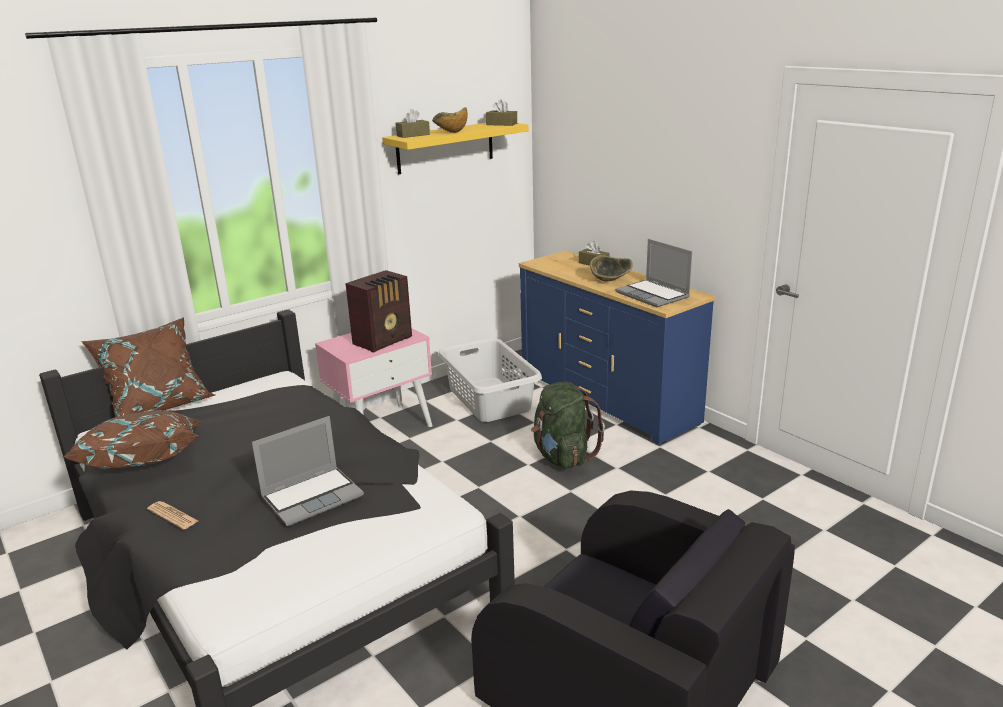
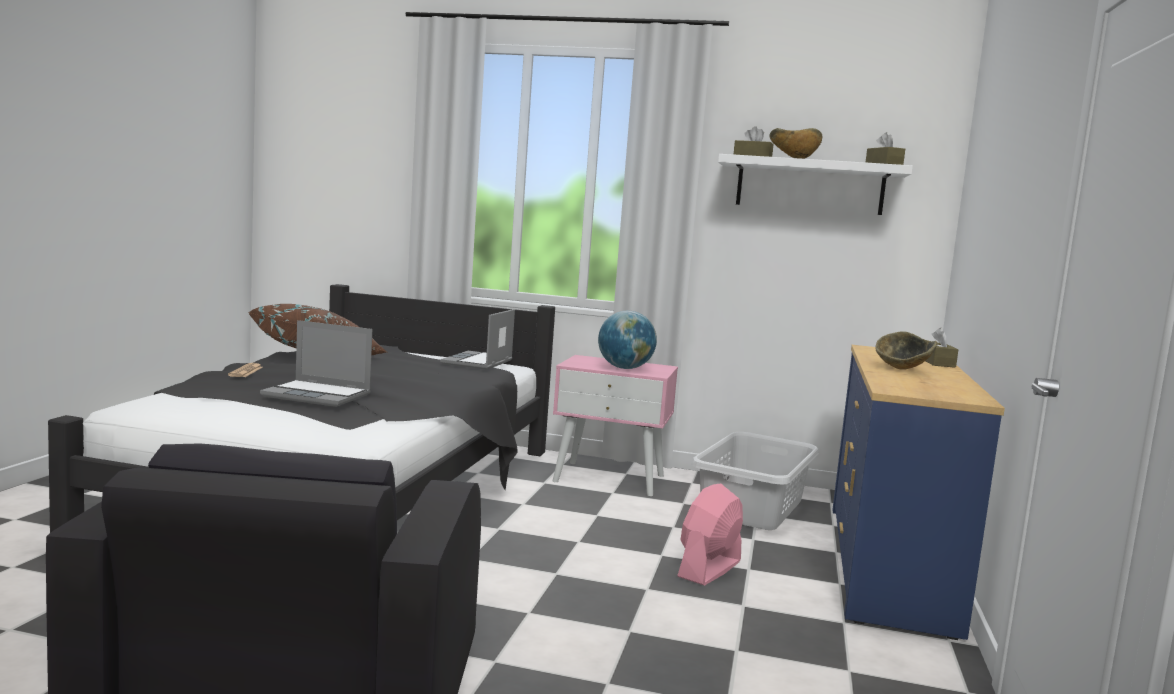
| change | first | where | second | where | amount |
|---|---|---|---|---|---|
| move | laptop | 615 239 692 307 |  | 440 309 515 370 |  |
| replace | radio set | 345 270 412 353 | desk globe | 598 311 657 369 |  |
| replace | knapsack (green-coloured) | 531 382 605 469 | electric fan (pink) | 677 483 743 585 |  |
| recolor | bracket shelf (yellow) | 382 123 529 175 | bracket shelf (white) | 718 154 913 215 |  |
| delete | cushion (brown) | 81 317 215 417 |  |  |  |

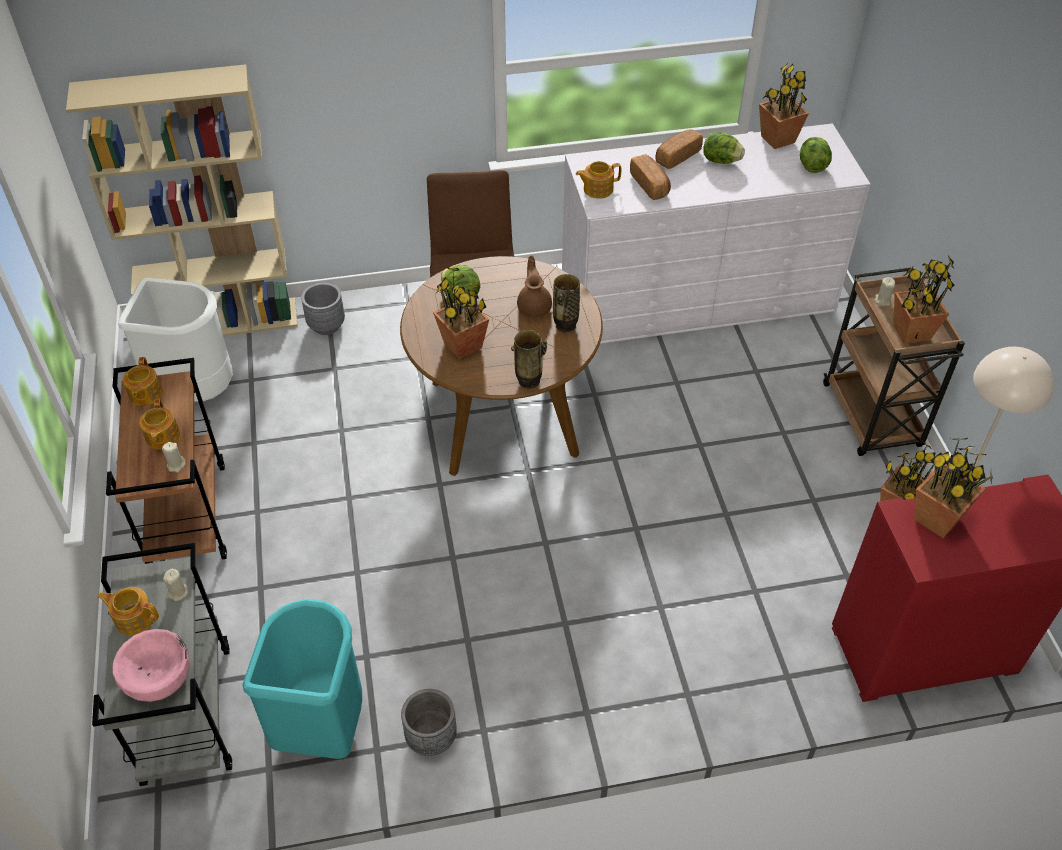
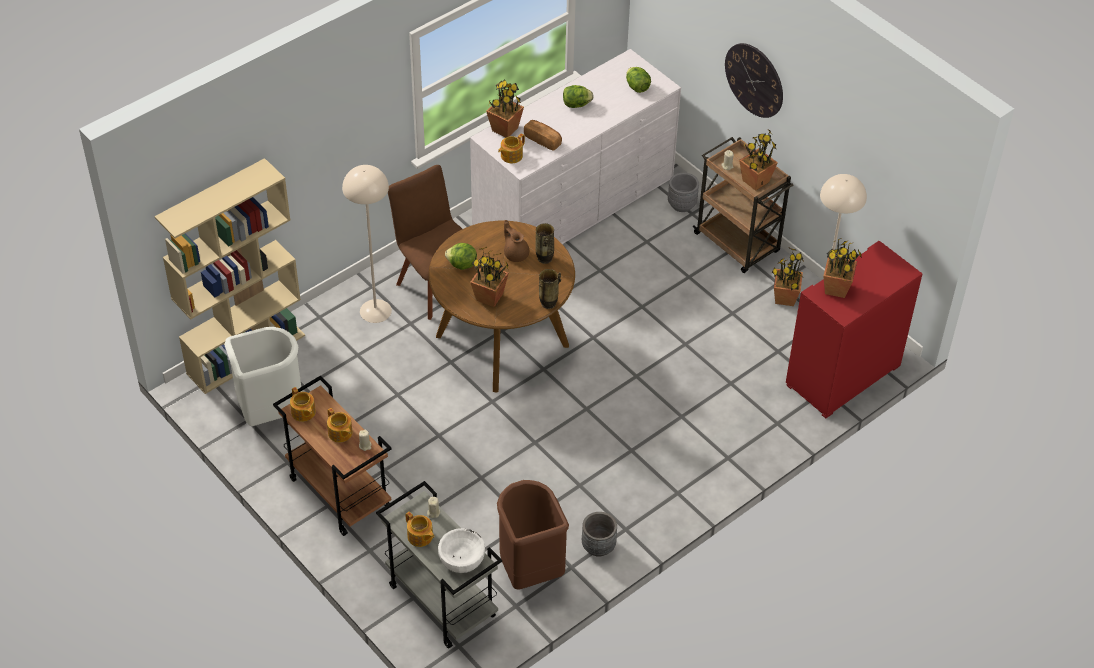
| change | first | where | second | where | amount |
|---|---|---|---|---|---|
| insert |  |  | floor lamp (beige) | 342 165 392 323 |  |
| rotate | teapot | 97 587 159 636 |  | 406 512 434 547 | 120 degrees counterclockwise |
| recolor | serving bowl (pink) | 112 629 190 702 | serving bowl (white) | 438 528 485 573 |  |
| move | houseplant | 759 63 809 149 |  | 486 79 524 138 |  |
| recolor | waste bin (turquoise) | 242 599 362 759 | waste bin (brown) | 497 480 569 590 |  |
| move | flower pot (grey) | 301 283 345 335 |  | 668 173 699 212 |  |
| insert |  |  | wall clock | 725 43 783 118 |  |
| delete | baked bread | 655 129 703 169 |  |  |  |

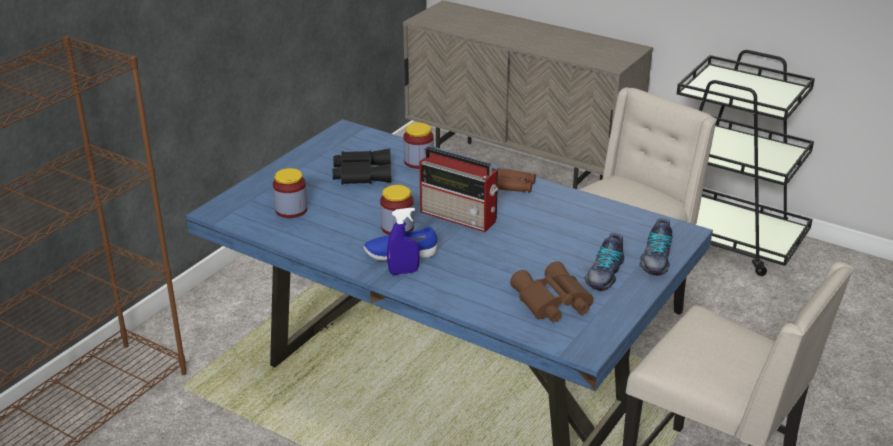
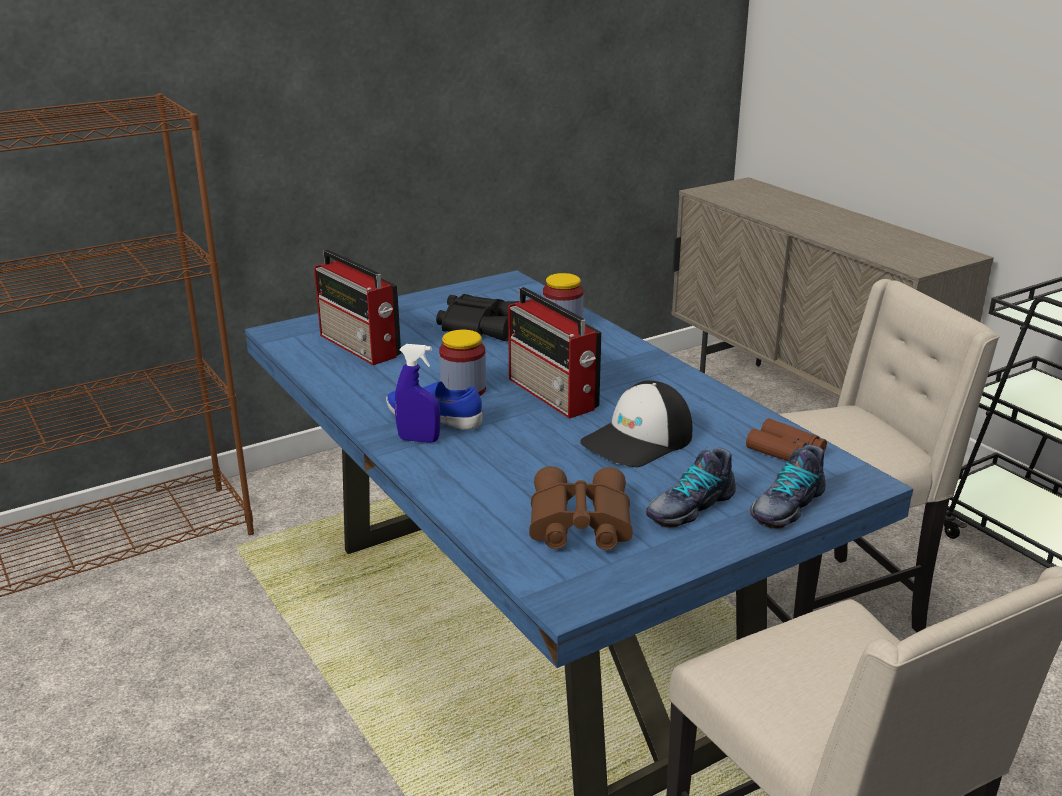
| change | first | where | second | where | amount |
|---|---|---|---|---|---|
| replace | storage jar | 273 168 308 218 | radio set | 314 250 401 365 |  |
| insert |  |  | baseball cap | 580 380 692 467 |  |
| move | field glasses (brown) | 497 168 536 192 |  | 746 418 827 461 |  |

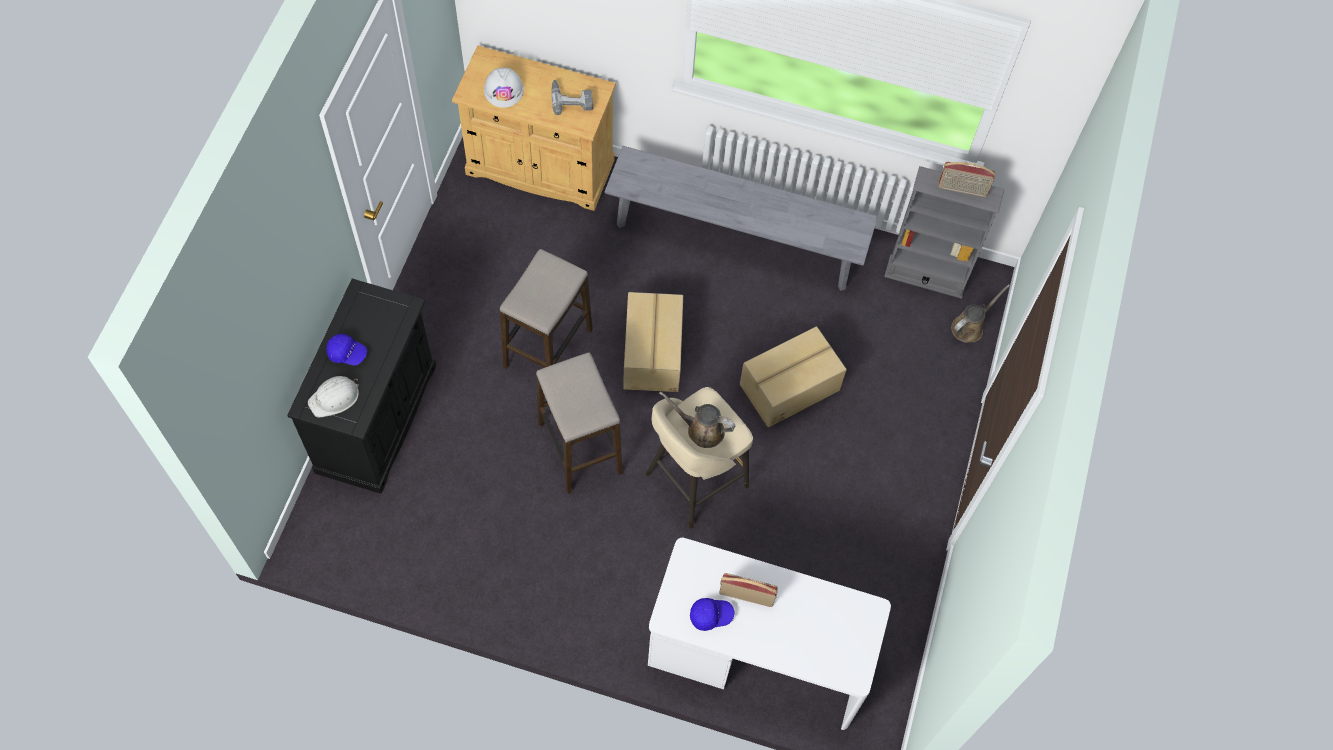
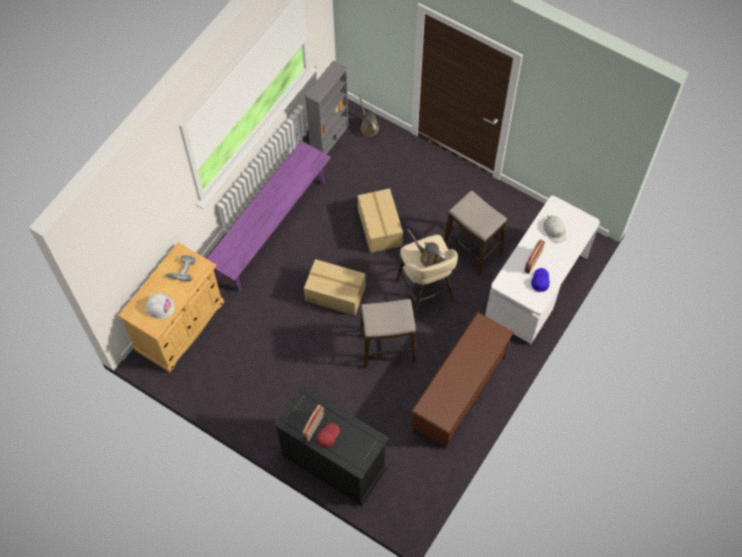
| change | first | where | second | where | amount |
|---|---|---|---|---|---|
| recolor | bench (grey) | 604 146 878 291 | bench (purple) | 206 141 331 292 |  |
| move | radio set | 939 162 995 197 |  | 302 405 324 442 |  |
| recolor | baseball cap (bluish) | 326 334 367 365 | baseball cap (red) | 316 423 340 448 |  |
| rotate | watering can (brown) | 659 391 735 448 |  | 407 229 446 267 | 90 degrees clockwise |
| insert |  |  | shoe stand (brown) | 411 312 514 448 |  |
| move | sitting stool | 500 249 593 369 |  | 444 190 507 277 |  |
| move | work helmet (white) | 308 376 359 418 |  | 543 215 566 243 |  |

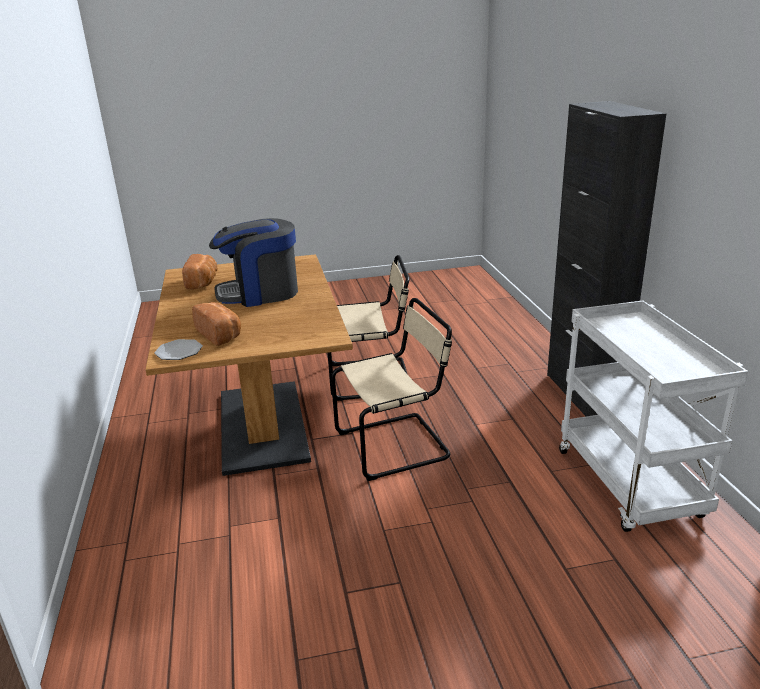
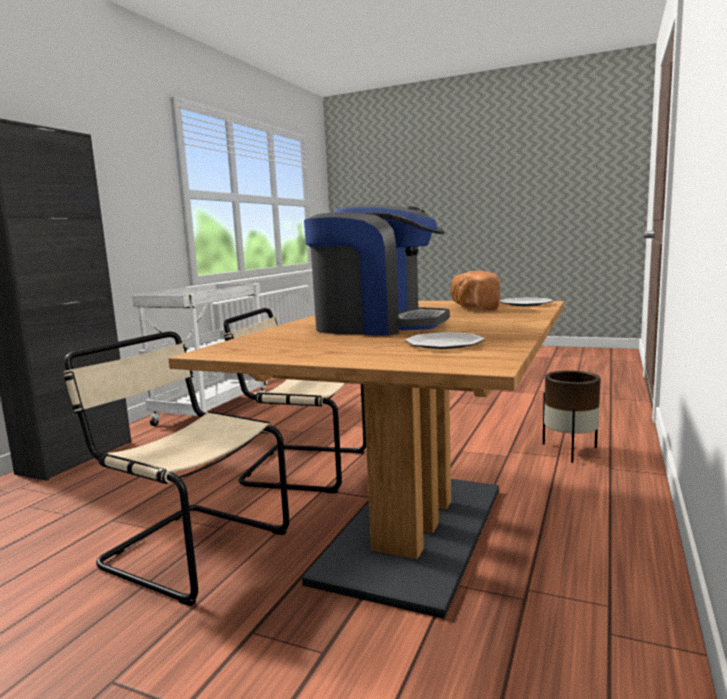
| change | first | where | second | where | amount |
|---|---|---|---|---|---|
| replace | baked bread | 182 254 217 289 | plate | 405 332 485 349 |  |
| insert |  |  | flower pot (brown) | 543 370 601 463 |  |

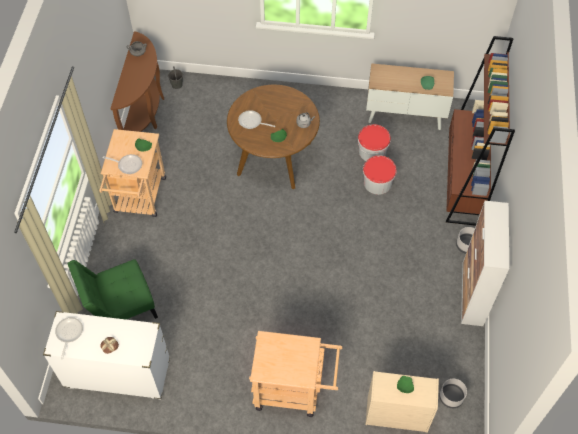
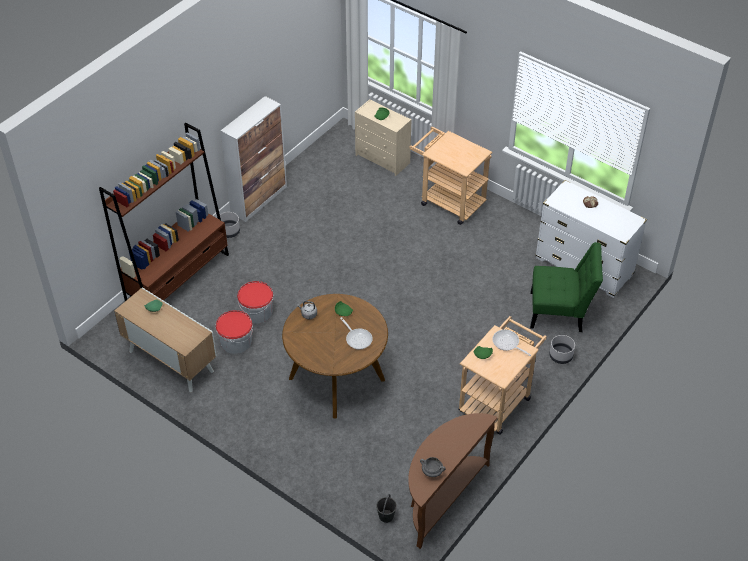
| change | first | where | second | where | amount |
|---|---|---|---|---|---|
| move | flower pot (grey) | 439 379 467 408 |  | 549 335 575 364 |  |
| delete | frying pan | 55 317 83 359 |  |  |  |

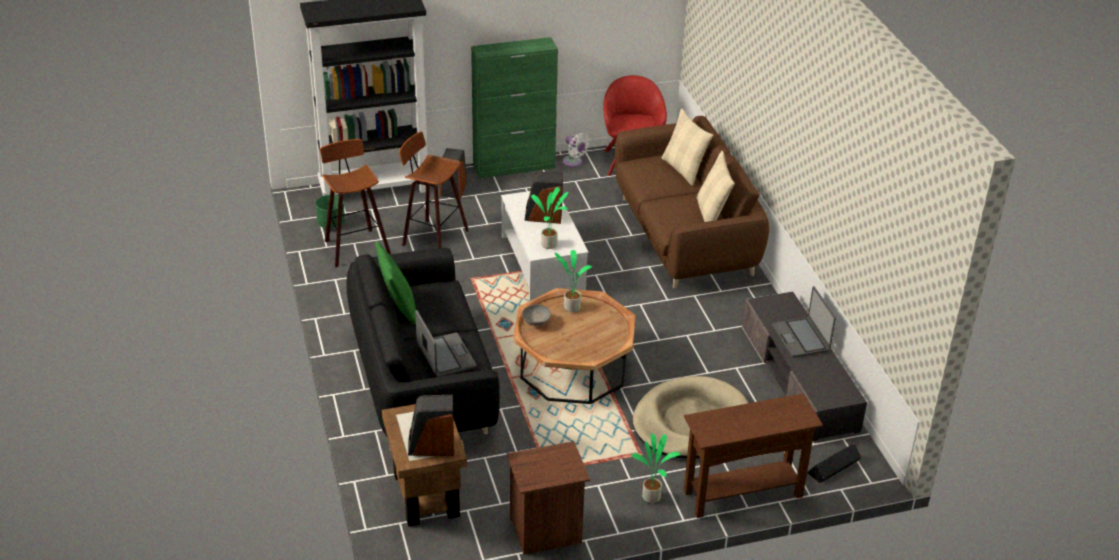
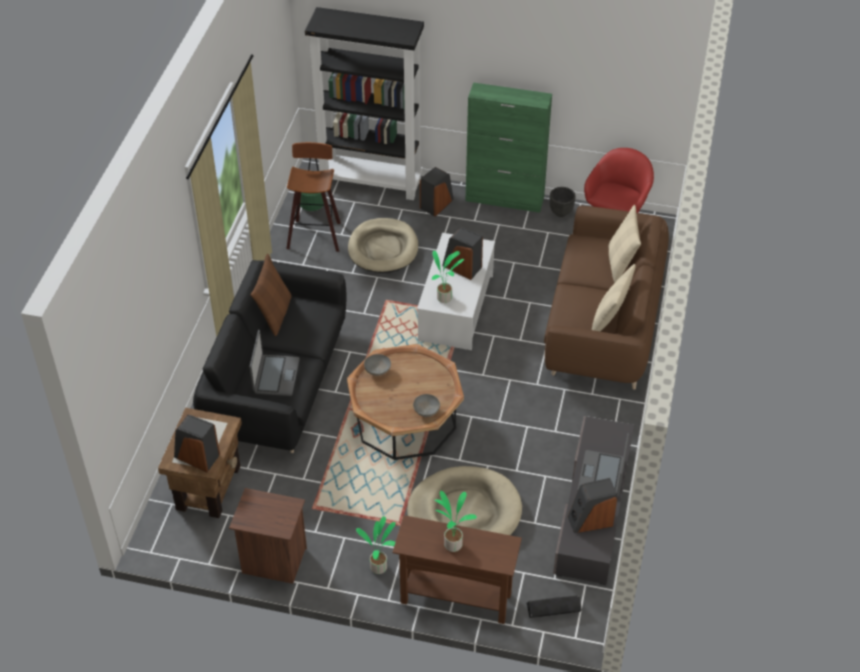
| change | first | where | second | where | amount |
|---|---|---|---|---|---|
| recolor | cushion (green-coloured) | 375 241 416 324 | cushion (brown) | 250 254 292 336 |  |
| replace | sitting stool | 399 131 469 248 | dog bed (beige) | 348 218 418 273 |  |
| insert |  |  | serving bowl (grey) | 413 394 440 418 |  |
| move | houseplant | 555 250 592 312 |  | 434 491 477 552 |  |
| replace | electric fan (white) | 563 133 590 167 | flower pot (blackish) | 550 187 576 217 |  |
| insert |  |  | speaker | 568 478 617 533 |  |

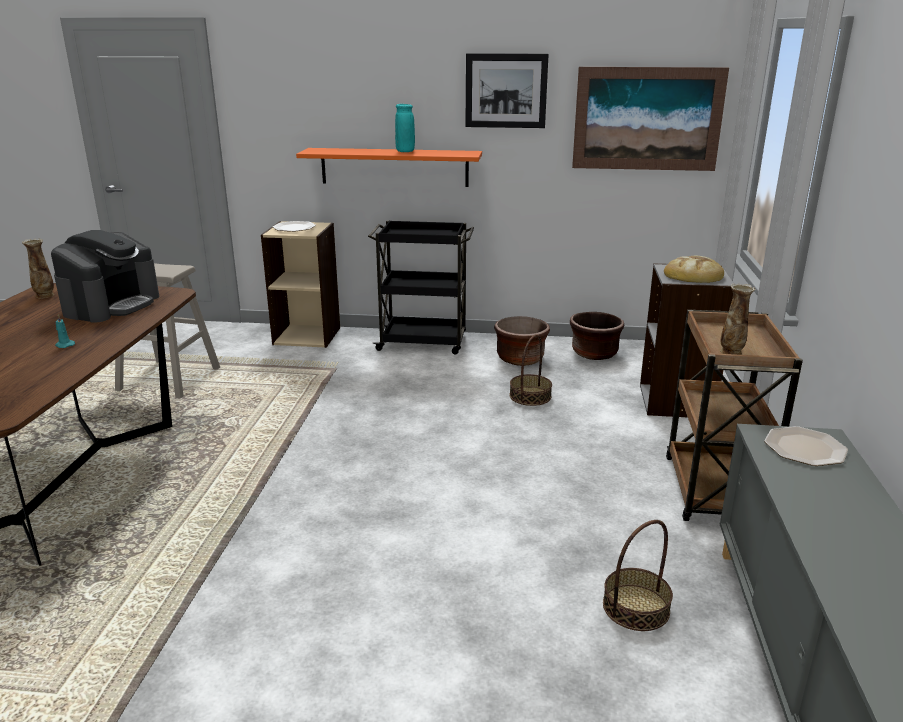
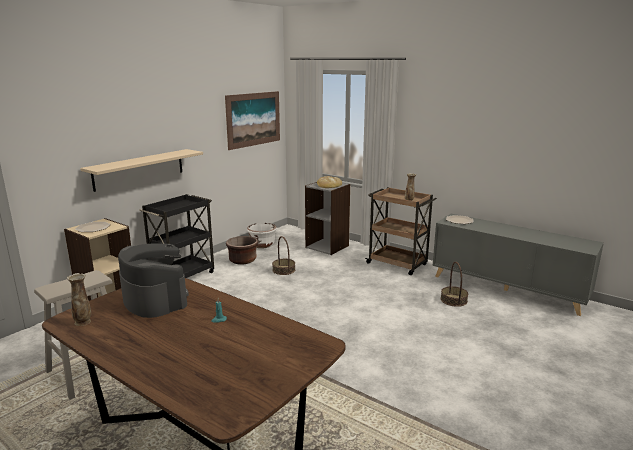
| change | first | where | second | where | amount |
|---|---|---|---|---|---|
| recolor | bracket shelf (orange) | 296 148 482 187 | bracket shelf (beige) | 80 149 203 192 |  |
| recolor | flower pot (brown) | 570 312 624 360 | flower pot (white) | 247 223 277 249 |  |
| delete | flower vase (turquoise) | 395 104 415 152 |  |  |  |
| delete | wall art | 465 53 549 128 |  |  |  |

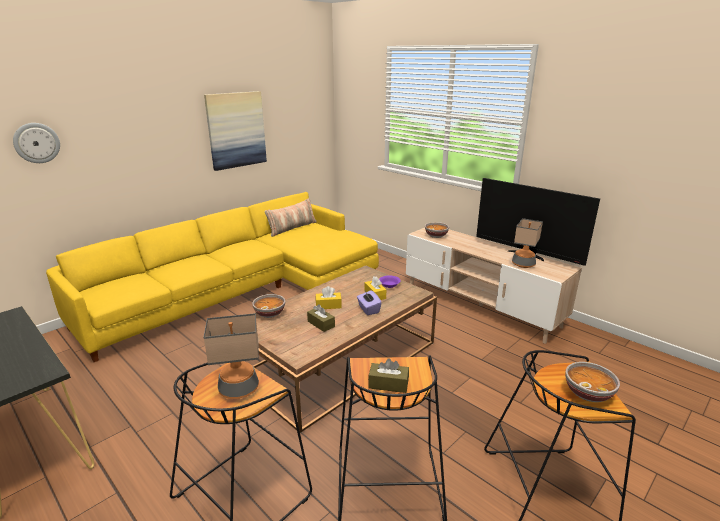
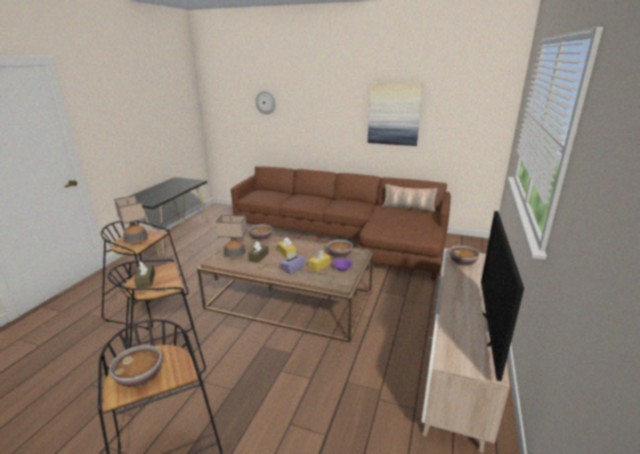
| change | first | where | second | where | amount |
|---|---|---|---|---|---|
| move | table lamp | 512 218 543 268 |  | 216 215 247 258 |  |
| recolor | settee (yellow) | 46 192 379 362 | settee (brown) | 231 166 451 280 |  |
| insert |  |  | serving bowl | 327 239 353 258 |  |

